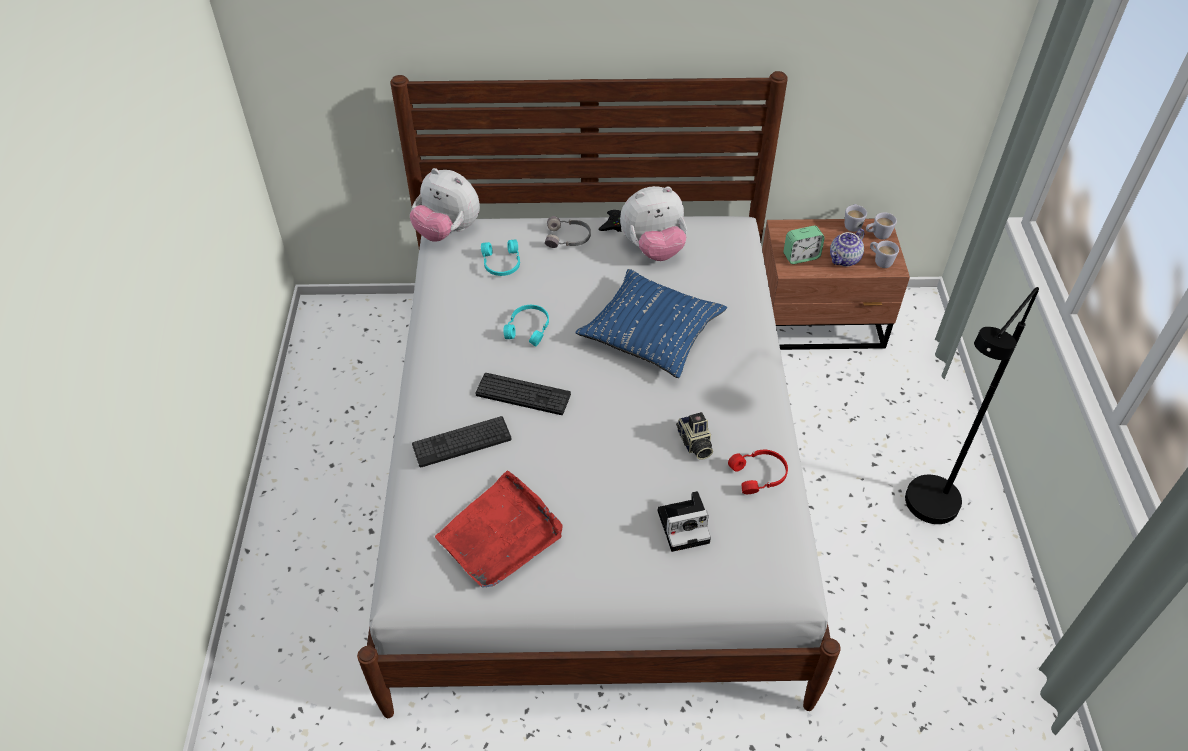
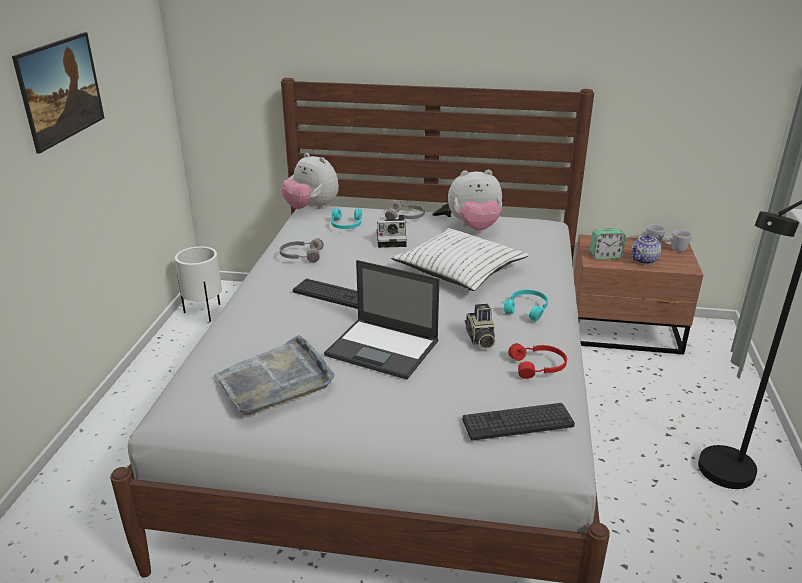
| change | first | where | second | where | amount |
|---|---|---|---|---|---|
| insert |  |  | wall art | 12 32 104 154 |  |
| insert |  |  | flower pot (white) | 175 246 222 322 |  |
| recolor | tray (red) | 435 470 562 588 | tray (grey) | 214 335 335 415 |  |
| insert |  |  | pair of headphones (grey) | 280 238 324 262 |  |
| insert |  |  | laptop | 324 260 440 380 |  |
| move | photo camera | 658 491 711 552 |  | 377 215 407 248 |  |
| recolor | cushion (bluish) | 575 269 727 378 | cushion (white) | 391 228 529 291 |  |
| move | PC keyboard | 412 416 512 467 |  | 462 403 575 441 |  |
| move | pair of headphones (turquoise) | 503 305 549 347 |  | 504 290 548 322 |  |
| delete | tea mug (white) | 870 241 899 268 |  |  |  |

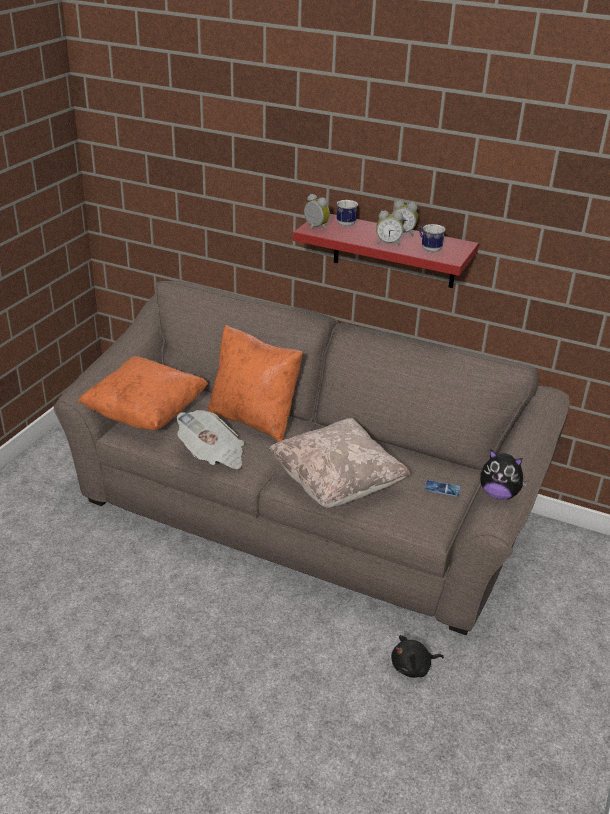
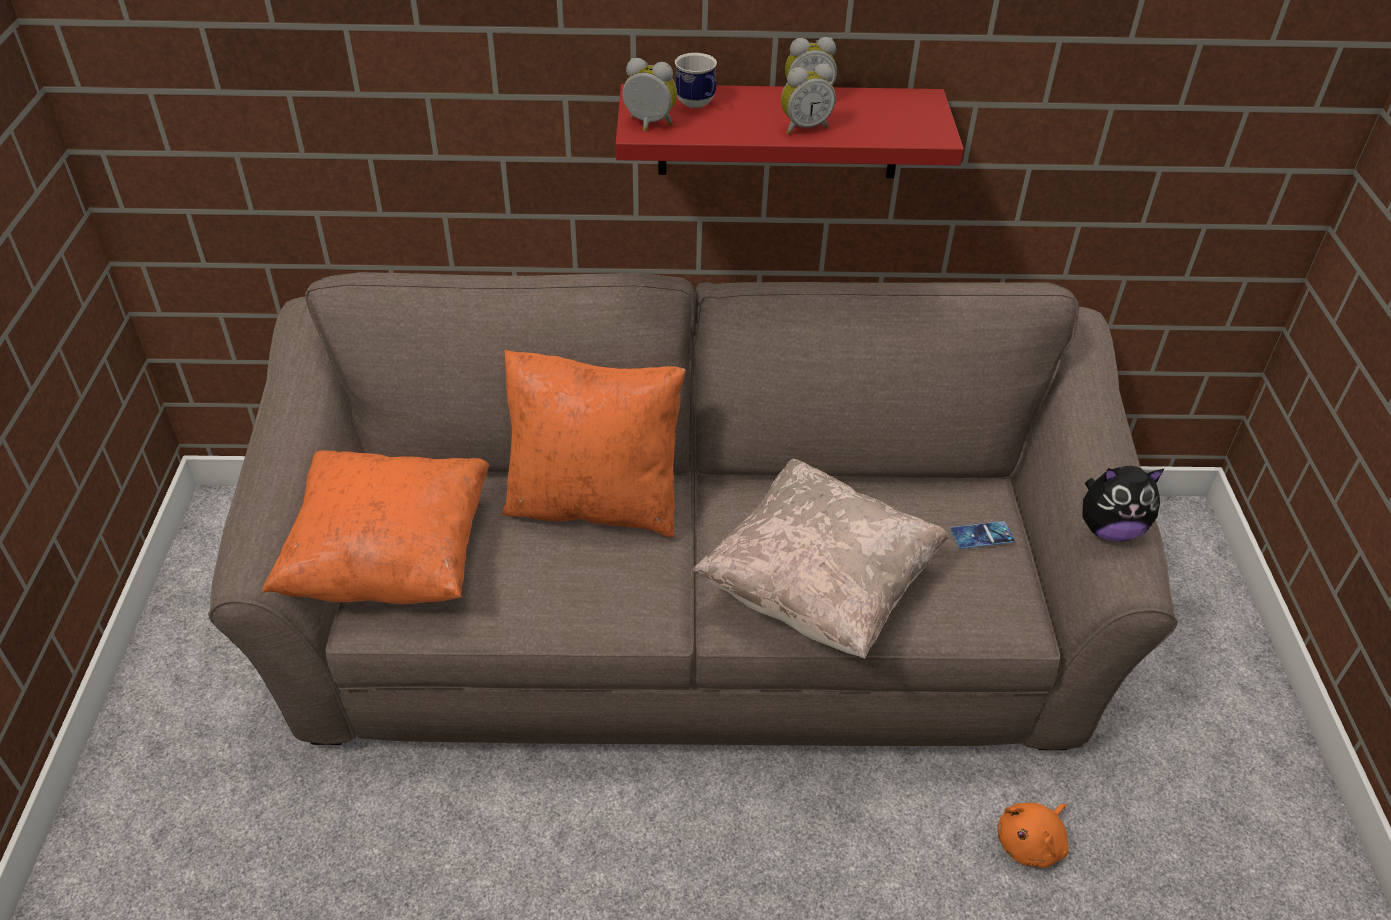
| change | first | where | second | where | amount |
|---|---|---|---|---|---|
| recolor | plush toy (blackish) | 391 635 444 678 | plush toy (orange) | 998 803 1069 868 |  |
| delete | newspaper | 177 410 244 469 |  |  |  |
| delete | tea mug | 419 224 446 253 |  |  |  |

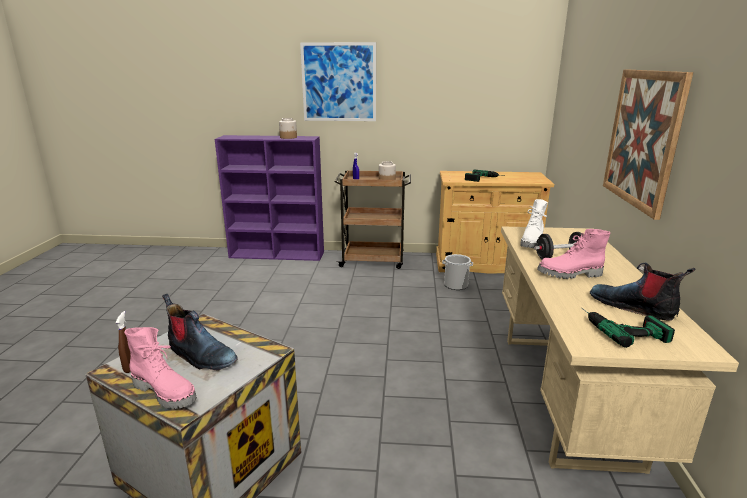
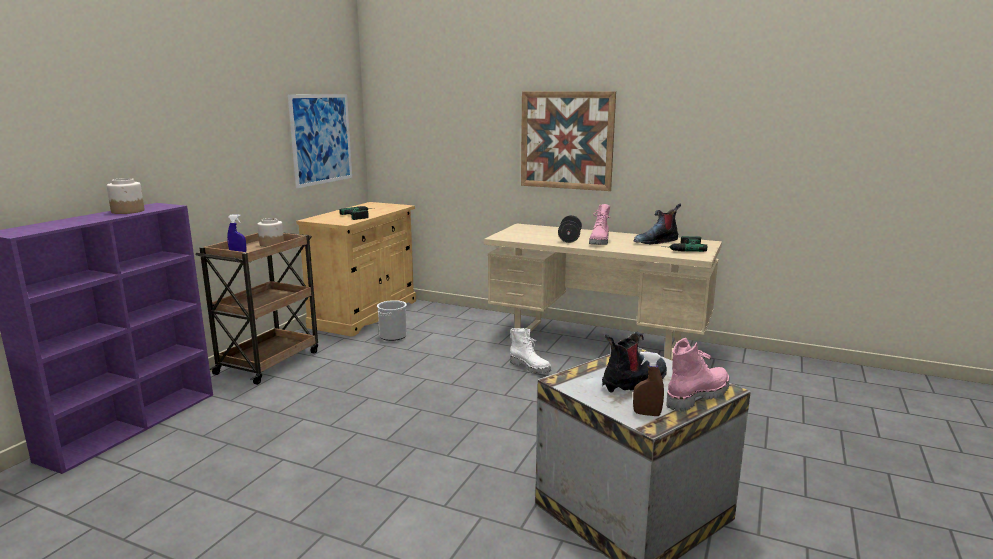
| change | first | where | second | where | amount |
|---|---|---|---|---|---|
| move | wall art | 300 42 376 121 |  | 288 94 352 188 |  |
| move | tall boot (white) | 520 199 548 248 |  | 510 328 551 374 |  |

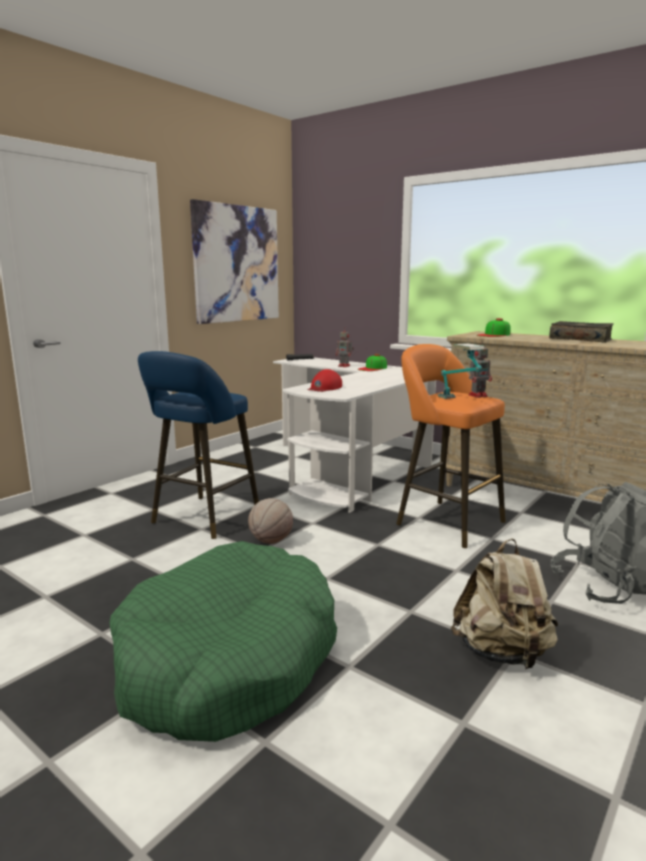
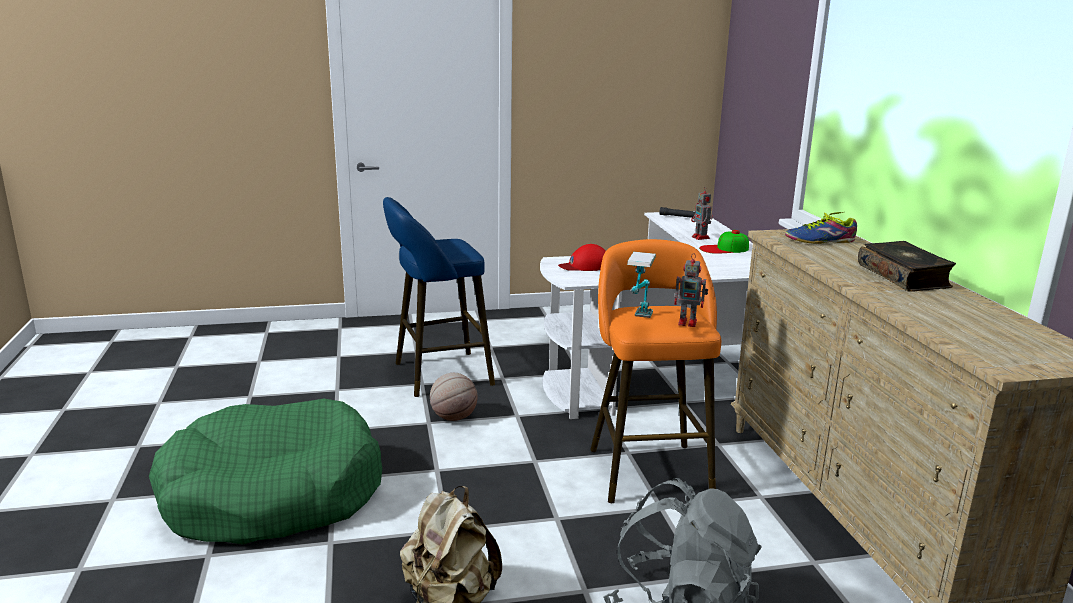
| change | first | where | second | where | amount |
|---|---|---|---|---|---|
| replace | baseball cap | 477 318 511 337 | item of footwear | 785 212 857 244 |  |
| delete | wall art | 190 199 279 324 |  |  |  |

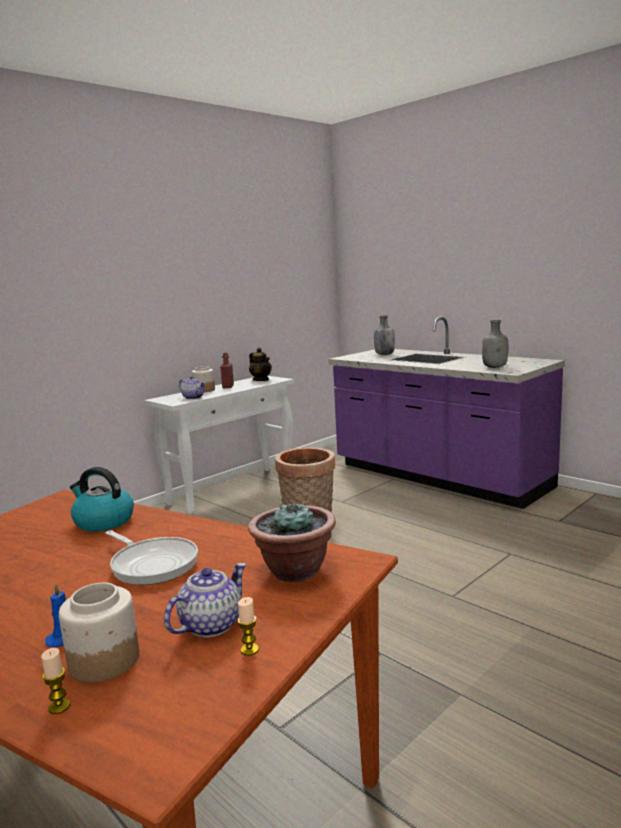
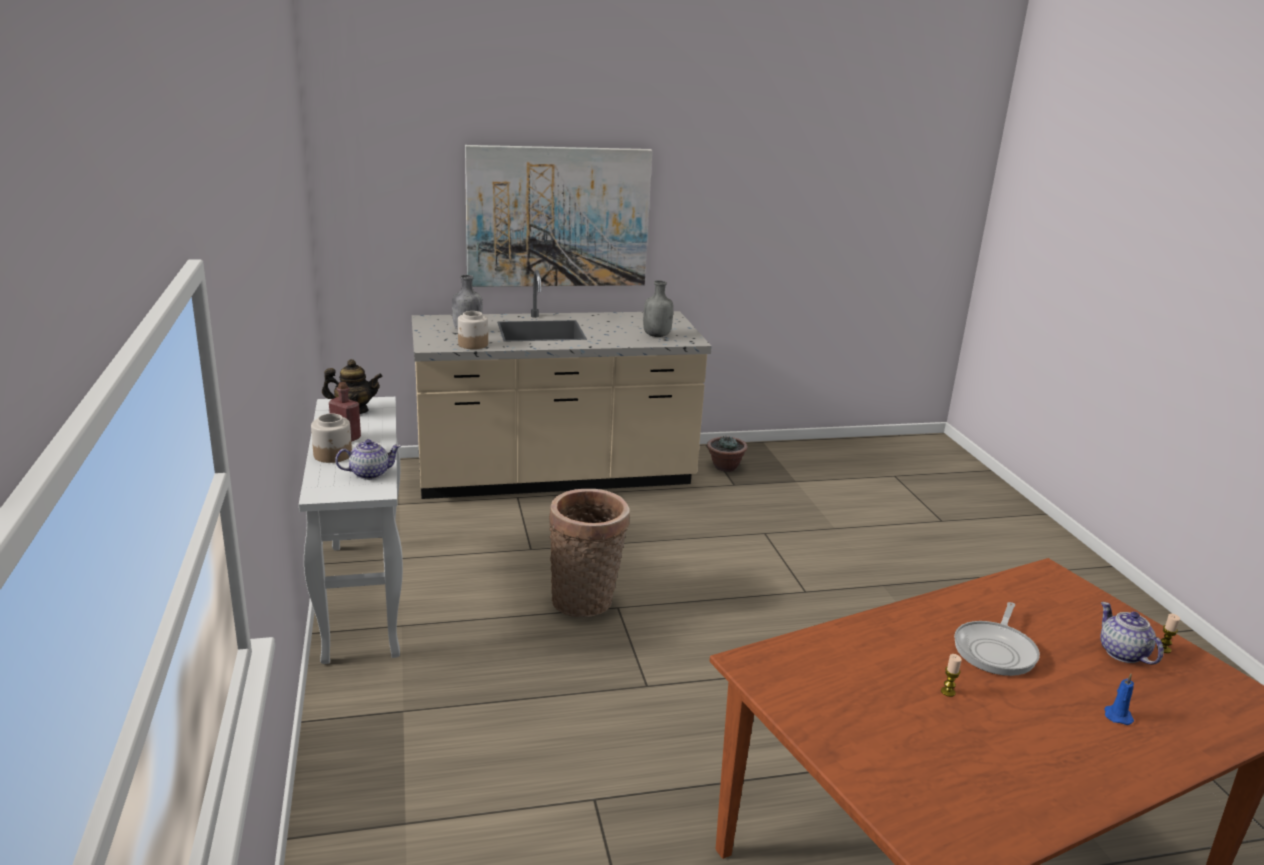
| change | first | where | second | where | amount |
|---|---|---|---|---|---|
| recolor | kitchen counter (purple) | 328 317 565 509 | kitchen counter (beige) | 412 270 712 499 |  |
| move | storage jar | 59 582 139 683 |  | 458 311 488 349 |  |
| insert |  |  | wall art | 465 145 652 287 |  |
| move | houseplant | 248 500 336 582 |  | 707 436 747 472 |  |
| move | candle | 41 648 71 714 |  | 941 654 962 697 |  |
| rotate | frying pan | 106 530 198 585 |  | 954 602 1040 676 | 135 degrees clockwise |
| delete | kettle | 70 467 134 532 |  |  |  |

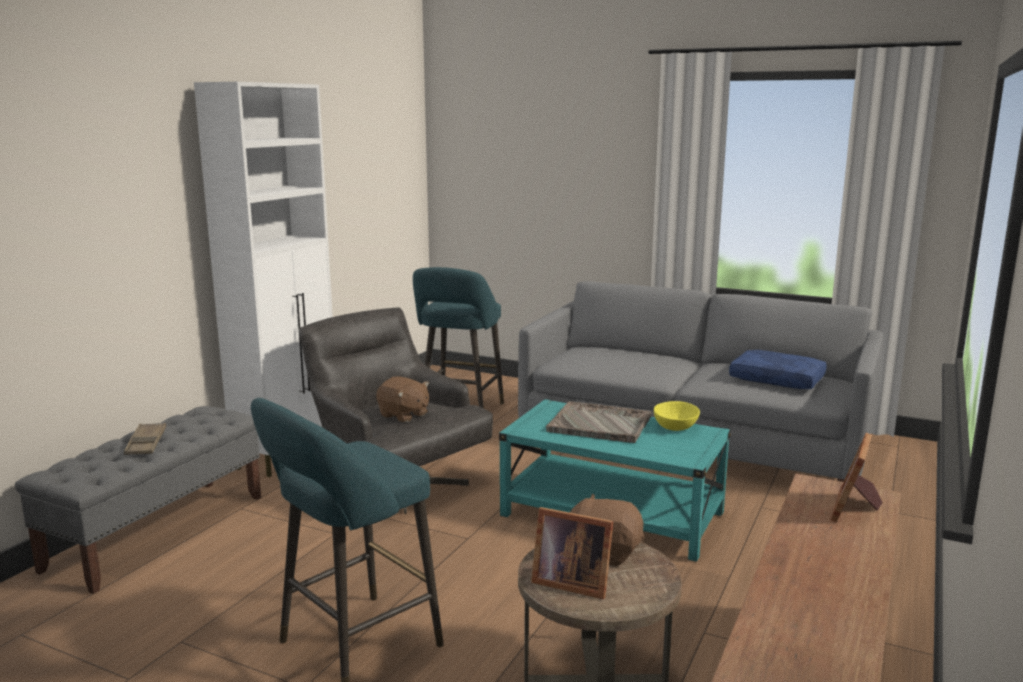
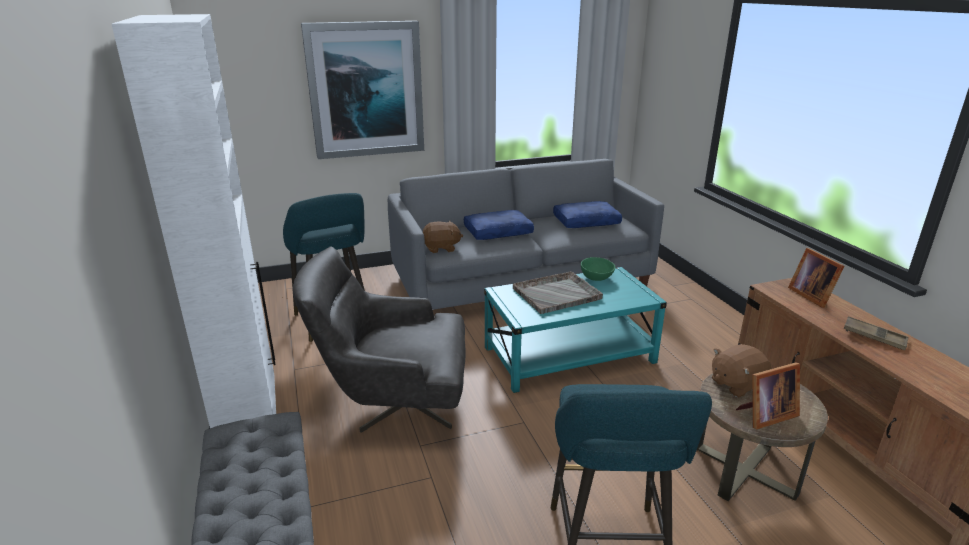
| change | first | where | second | where | amount |
|---|---|---|---|---|---|
| insert |  |  | wall art | 301 21 424 159 |  |
| move | plush toy (brown) | 376 376 429 422 |  | 423 221 463 253 |  |
| insert |  |  | cushion (bluish) | 464 210 534 240 |  |
| recolor | serving bowl (yellow) | 654 401 700 431 | serving bowl (green-coloured) | 581 257 616 281 |  |
| move | tray (brown) | 124 423 166 455 |  | 844 316 909 350 |  |

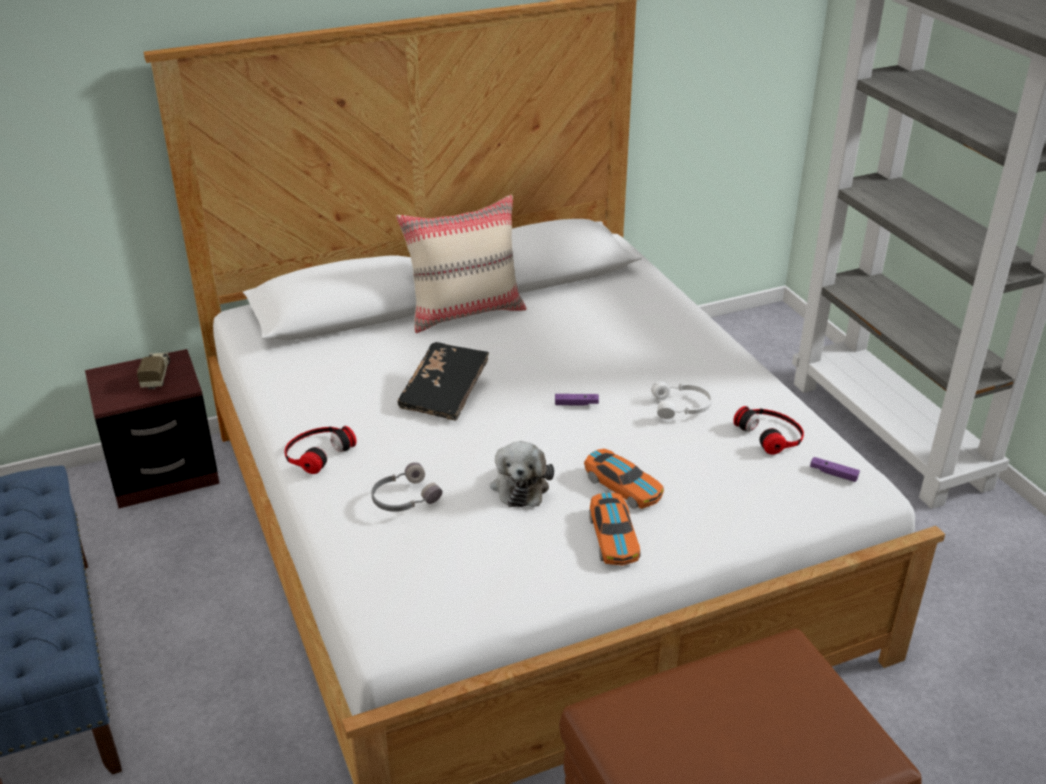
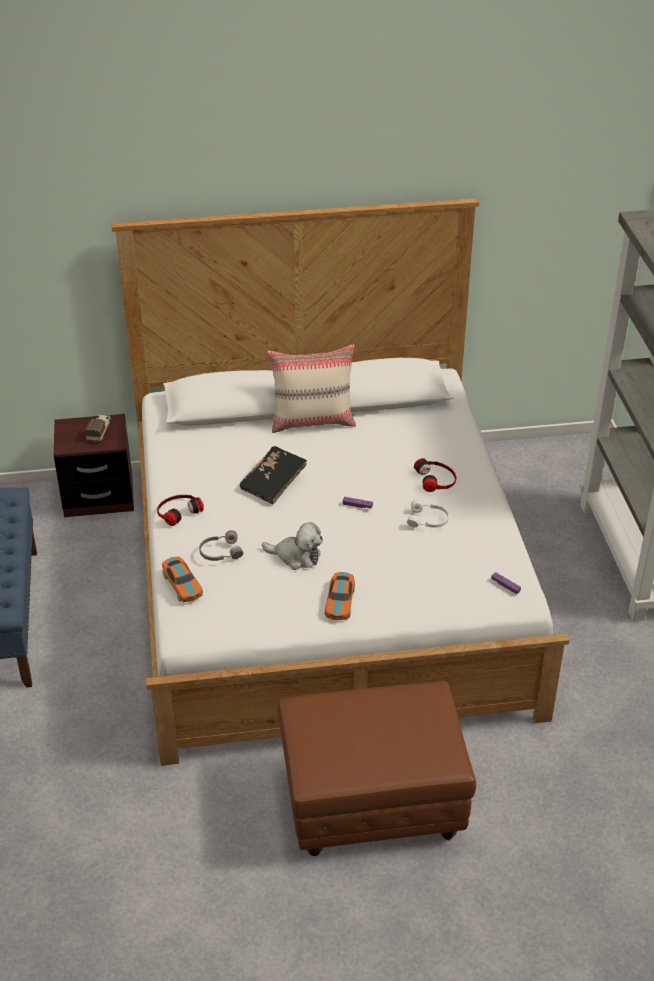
| change | first | where | second | where | amount |
|---|---|---|---|---|---|
| move | toy car | 584 449 664 509 |  | 162 557 203 602 |  |
| rotate | plush toy | 490 441 554 507 |  | 262 522 323 570 | 90 degrees counterclockwise |
| move | pair of headphones | 733 406 804 455 |  | 414 458 456 492 |  |

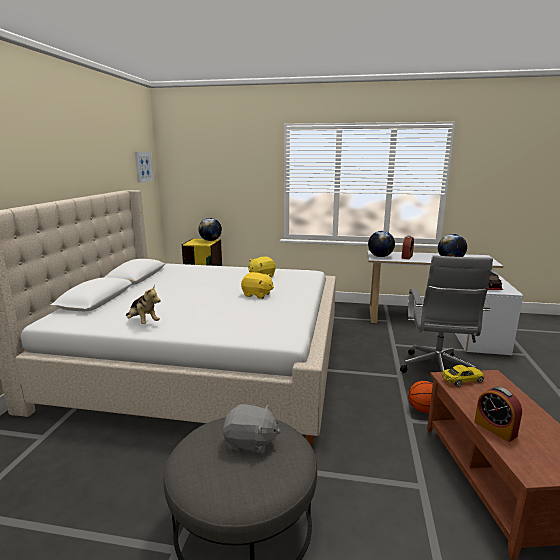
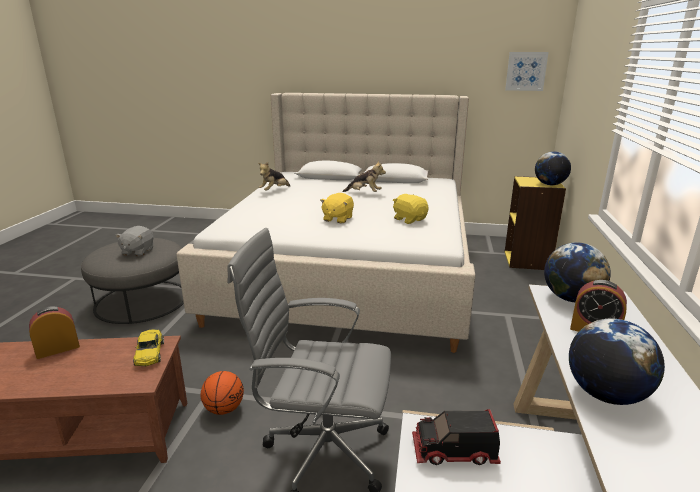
| change | first | where | second | where | amount |
|---|---|---|---|---|---|
| insert |  |  | plush toy | 343 161 386 192 |  |

